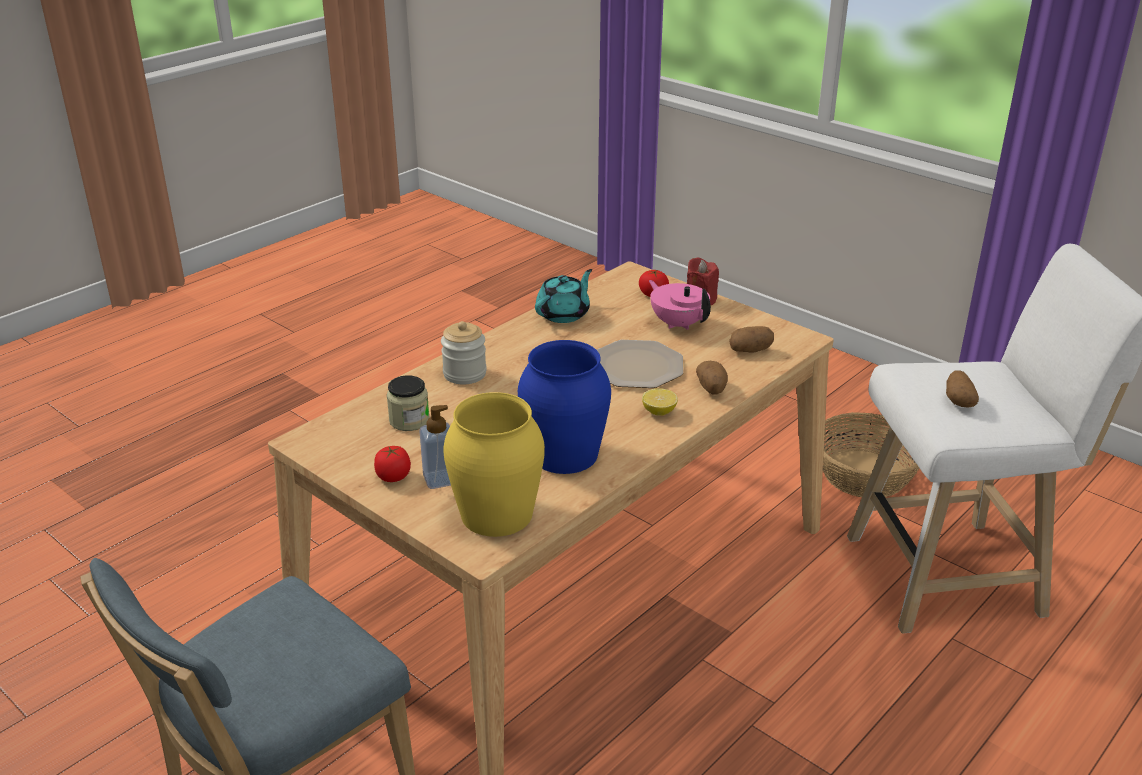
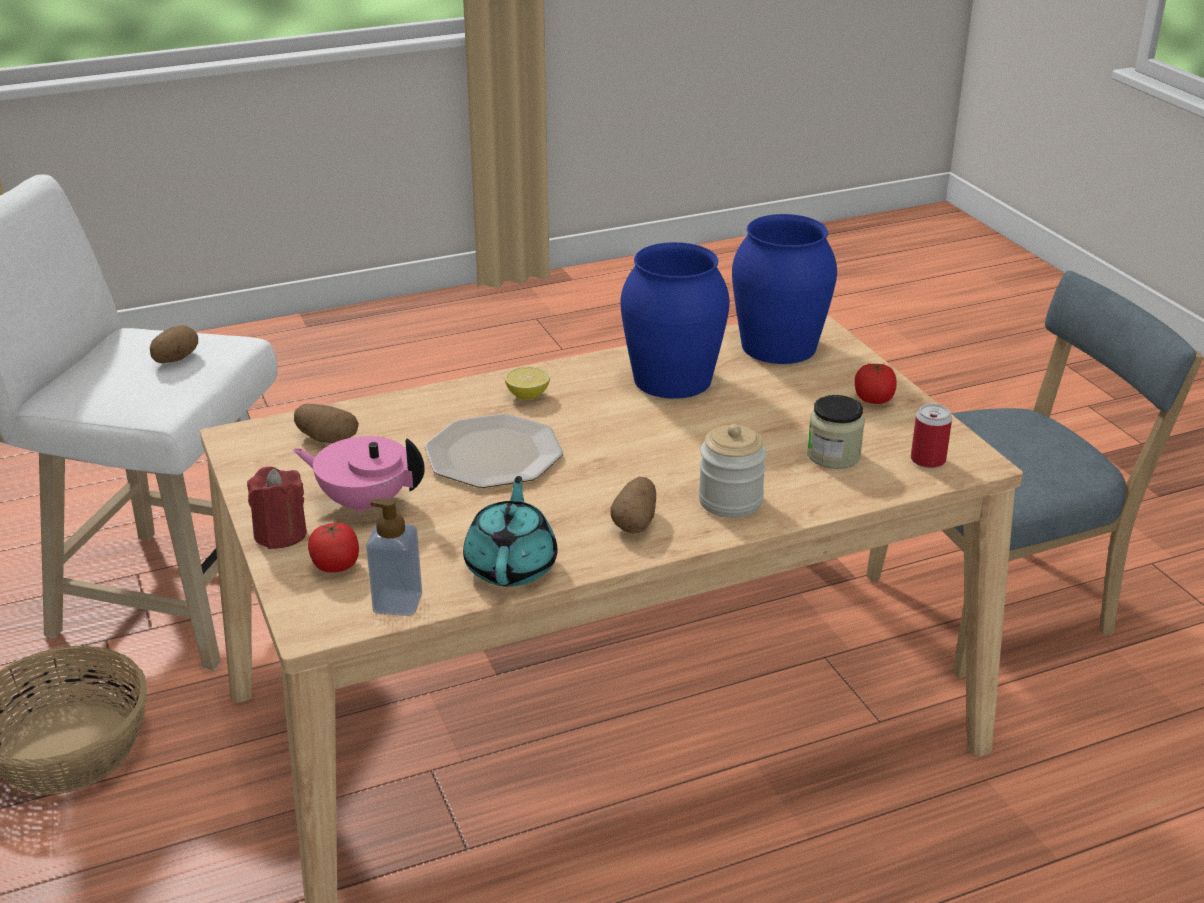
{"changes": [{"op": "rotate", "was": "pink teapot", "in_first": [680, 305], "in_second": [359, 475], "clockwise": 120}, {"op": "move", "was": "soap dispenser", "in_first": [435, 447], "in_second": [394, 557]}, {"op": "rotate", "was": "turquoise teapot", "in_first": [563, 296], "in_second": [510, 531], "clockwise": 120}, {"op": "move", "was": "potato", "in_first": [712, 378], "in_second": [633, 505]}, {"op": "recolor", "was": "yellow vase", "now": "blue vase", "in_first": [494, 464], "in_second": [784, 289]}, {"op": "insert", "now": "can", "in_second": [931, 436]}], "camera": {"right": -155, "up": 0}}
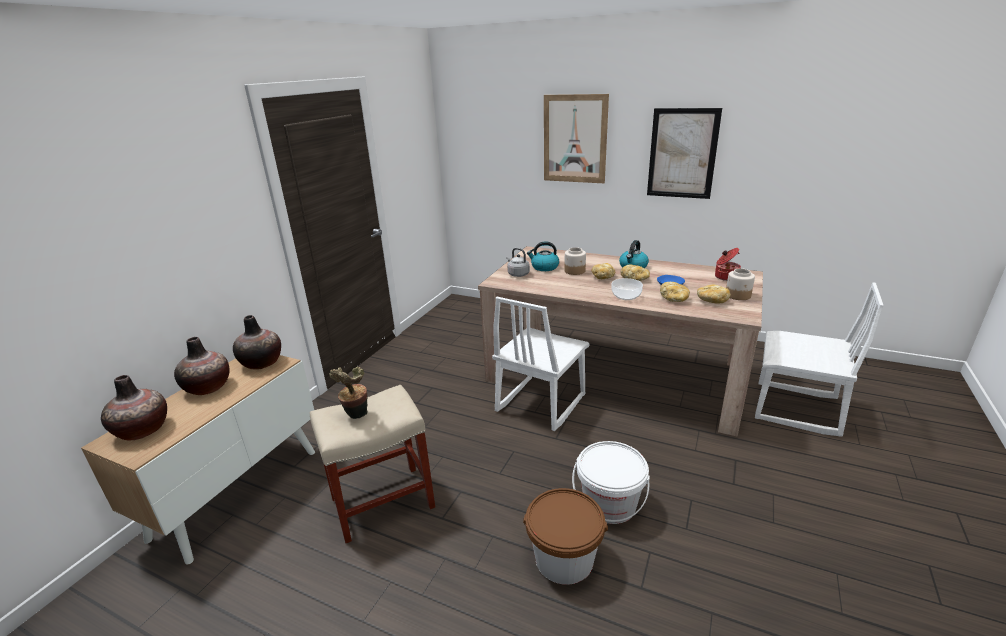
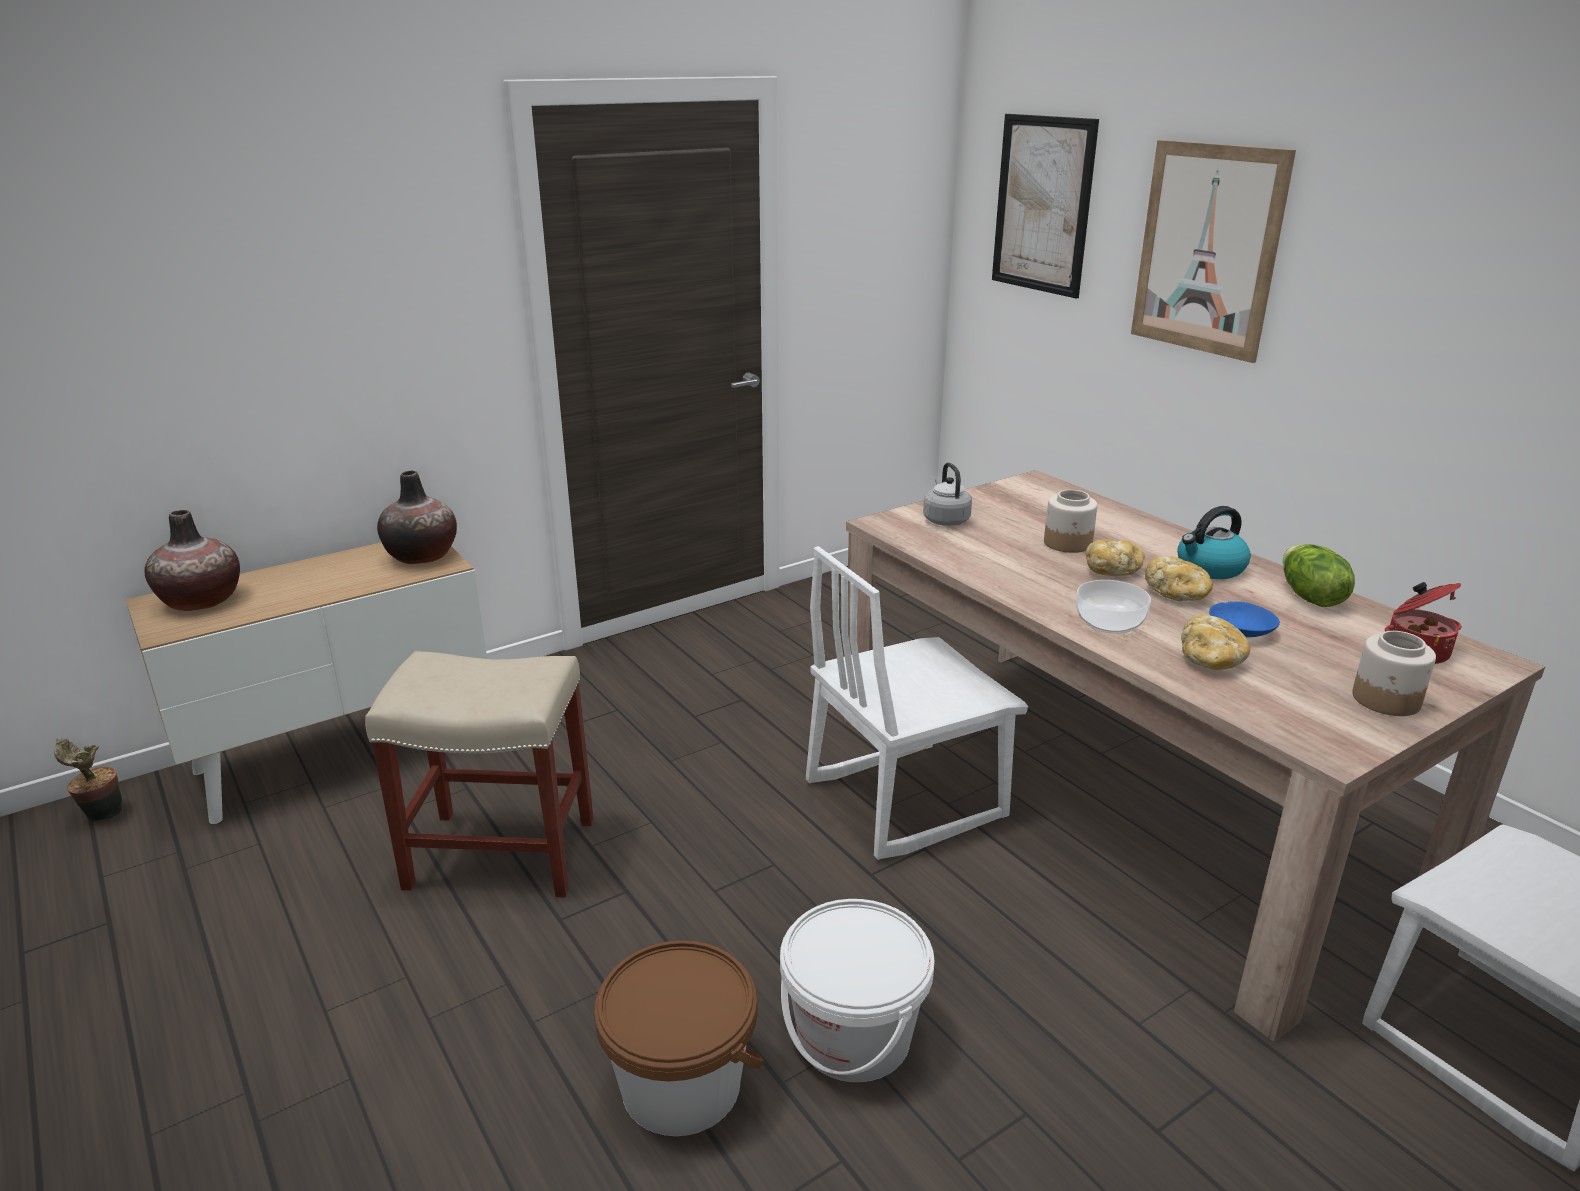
{"changes": [{"op": "move", "was": "potted plant", "in_first": [348, 393], "in_second": [88, 779]}, {"op": "move", "was": "picture", "in_first": [684, 153], "in_second": [1045, 206]}, {"op": "insert", "now": "lettuce", "in_second": [1319, 575]}, {"op": "delete", "was": "vase", "in_first": [202, 366]}, {"op": "delete", "was": "kettle", "in_first": [543, 256]}, {"op": "delete", "was": "bread", "in_first": [713, 294]}], "camera": {"right": 30, "up": 0}}
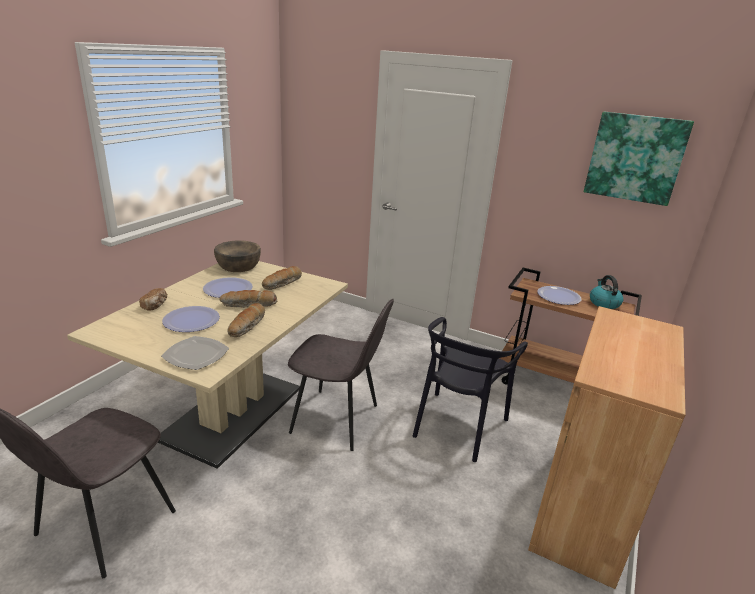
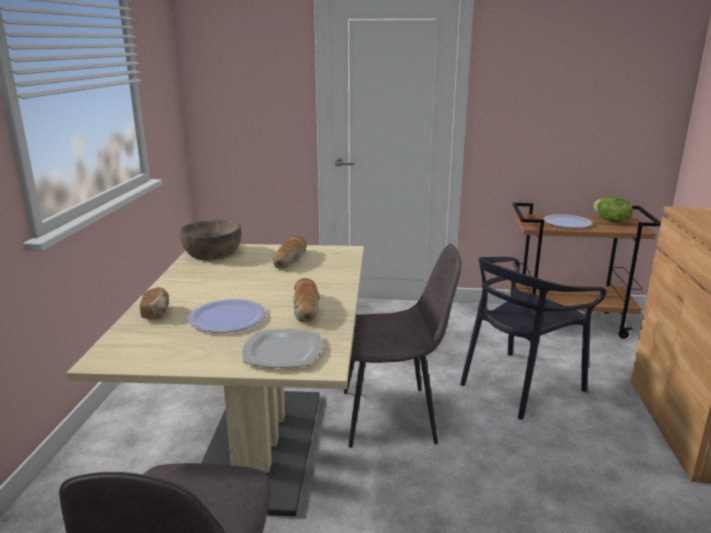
{"changes": [{"op": "rotate", "was": "black chair", "in_first": [470, 389], "in_second": [533, 338], "clockwise": 45}, {"op": "replace", "was": "kettle", "now": "lettuce", "in_first": [606, 292], "in_second": [613, 210]}, {"op": "delete", "was": "plate", "in_first": [228, 287]}, {"op": "delete", "was": "bread", "in_first": [248, 299]}, {"op": "delete", "was": "picture", "in_first": [639, 159]}], "camera": {"right": -20, "up": -5}}
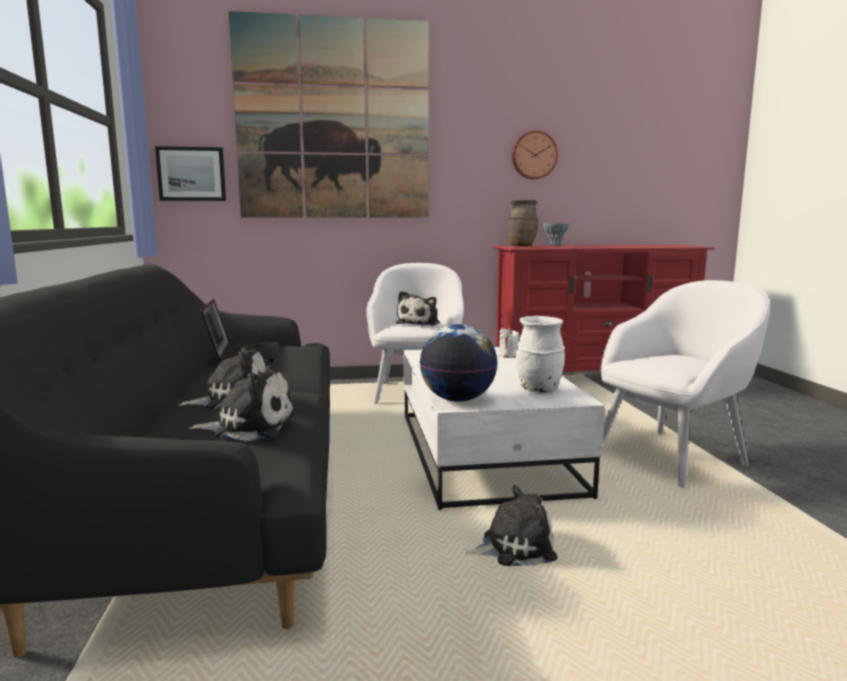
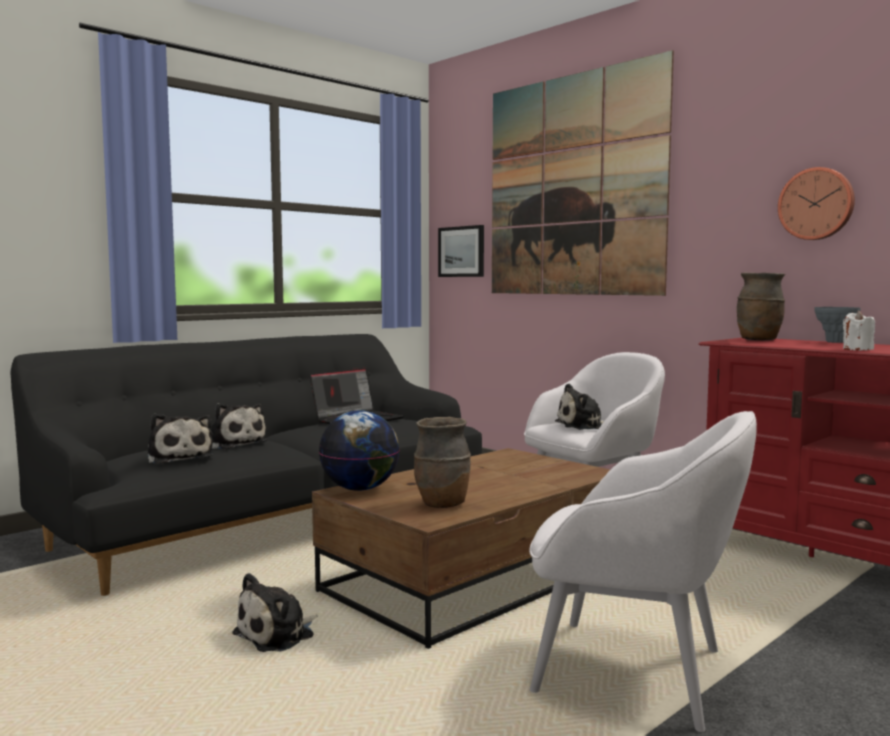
{"changes": [{"op": "rotate", "was": "plush toy", "in_first": [511, 525], "in_second": [275, 612], "clockwise": 90}, {"op": "recolor", "was": "white coffee table", "now": "brown coffee table", "in_first": [504, 428], "in_second": [461, 548]}, {"op": "recolor", "was": "white vase", "now": "brown vase", "in_first": [540, 354], "in_second": [442, 462]}, {"op": "move", "was": "white candle", "in_first": [509, 342], "in_second": [859, 330]}], "camera": {"right": 55, "up": -5}}
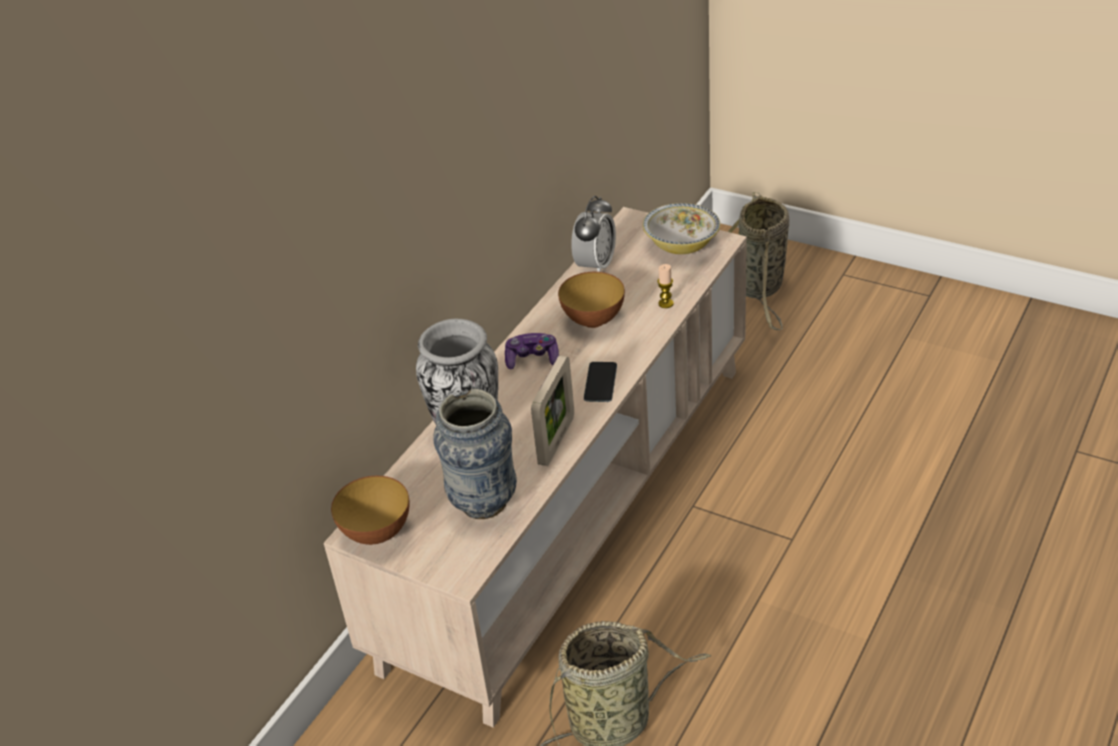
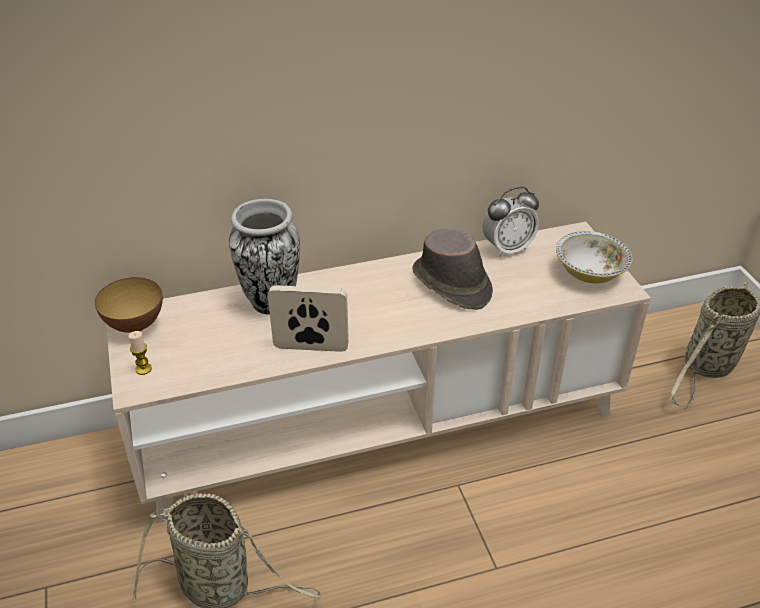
{"changes": [{"op": "move", "was": "candle", "in_first": [665, 286], "in_second": [140, 353]}, {"op": "rotate", "was": "picture frame", "in_first": [552, 410], "in_second": [308, 318], "clockwise": -150}, {"op": "replace", "was": "bowl", "now": "brown hat", "in_first": [591, 300], "in_second": [452, 269]}, {"op": "delete", "was": "vase", "in_first": [475, 454]}, {"op": "delete", "was": "game controller", "in_first": [532, 351]}, {"op": "delete", "was": "phone", "in_first": [600, 382]}], "camera": {"right": 40, "up": 0}}
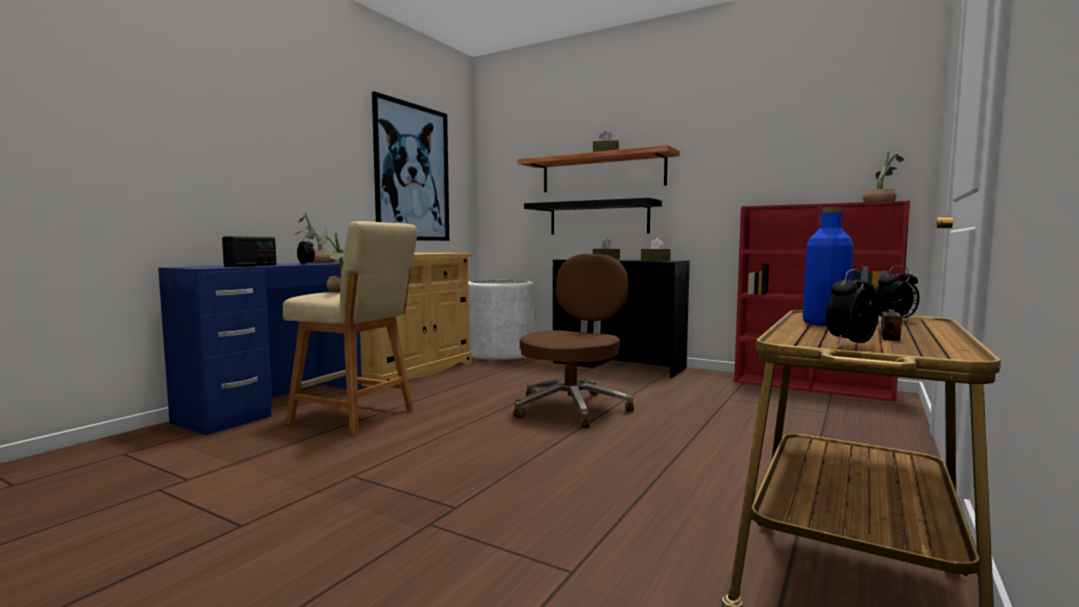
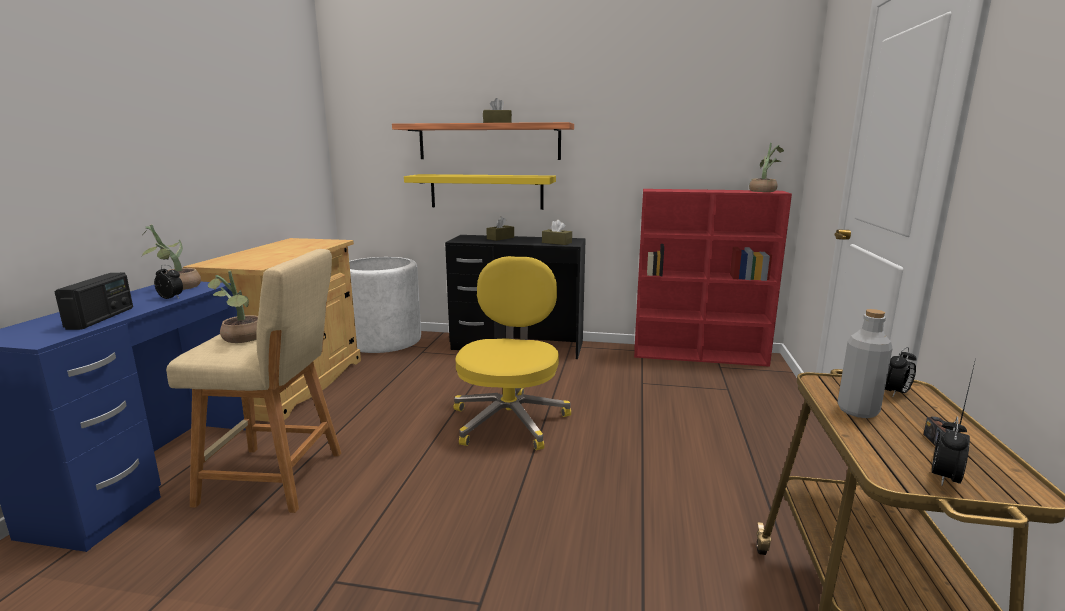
{"changes": [{"op": "recolor", "was": "black shelf", "now": "yellow shelf", "in_first": [593, 216], "in_second": [480, 192]}, {"op": "recolor", "was": "brown office chair", "now": "yellow office chair", "in_first": [573, 341], "in_second": [512, 353]}, {"op": "recolor", "was": "blue bottle", "now": "grey bottle", "in_first": [828, 266], "in_second": [865, 363]}, {"op": "delete", "was": "picture", "in_first": [410, 166]}], "camera": {"right": -20, "up": 10}}
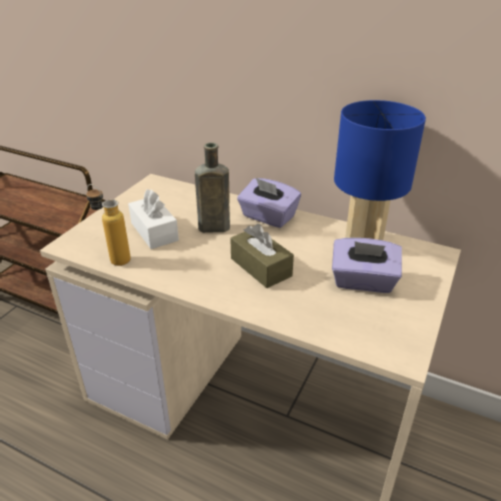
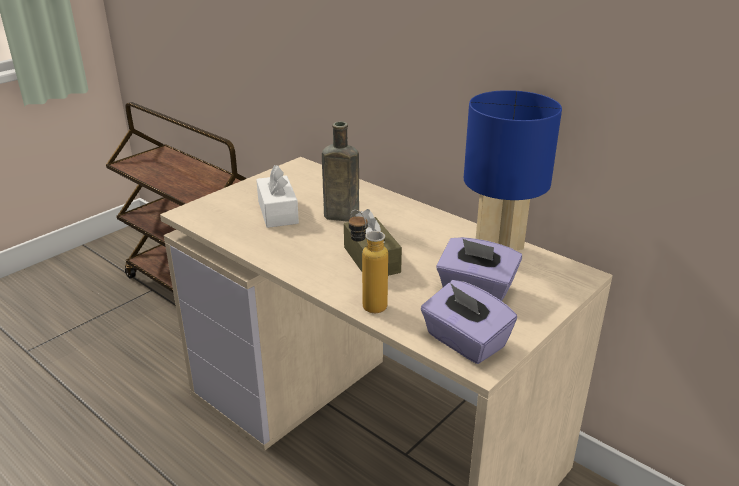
{"changes": [{"op": "move", "was": "bottle", "in_first": [108, 225], "in_second": [368, 261]}, {"op": "move", "was": "purple tissue box", "in_first": [269, 203], "in_second": [469, 322]}], "camera": {"right": 15, "up": -5}}
